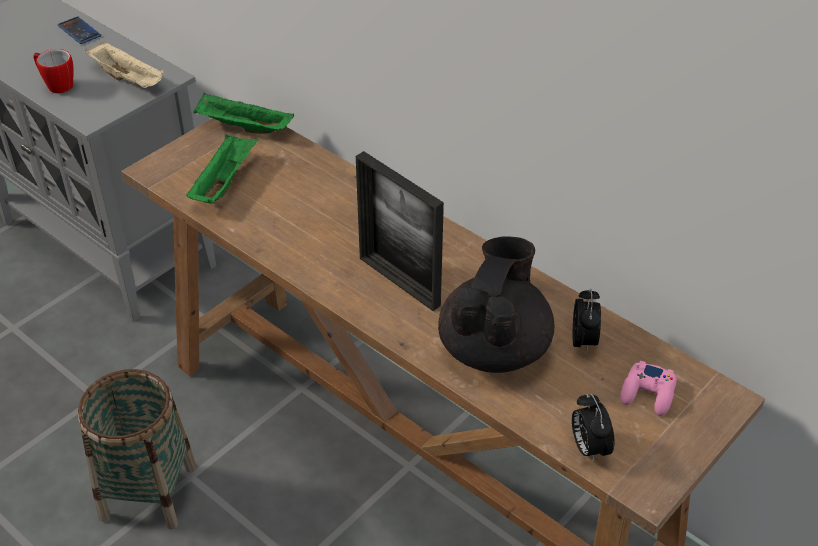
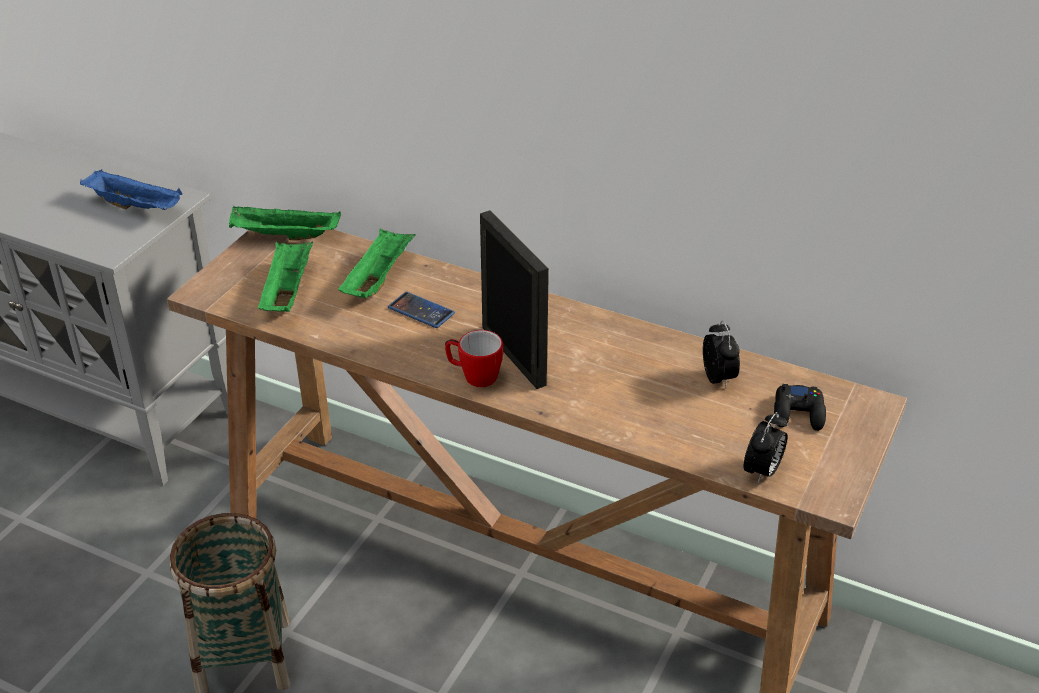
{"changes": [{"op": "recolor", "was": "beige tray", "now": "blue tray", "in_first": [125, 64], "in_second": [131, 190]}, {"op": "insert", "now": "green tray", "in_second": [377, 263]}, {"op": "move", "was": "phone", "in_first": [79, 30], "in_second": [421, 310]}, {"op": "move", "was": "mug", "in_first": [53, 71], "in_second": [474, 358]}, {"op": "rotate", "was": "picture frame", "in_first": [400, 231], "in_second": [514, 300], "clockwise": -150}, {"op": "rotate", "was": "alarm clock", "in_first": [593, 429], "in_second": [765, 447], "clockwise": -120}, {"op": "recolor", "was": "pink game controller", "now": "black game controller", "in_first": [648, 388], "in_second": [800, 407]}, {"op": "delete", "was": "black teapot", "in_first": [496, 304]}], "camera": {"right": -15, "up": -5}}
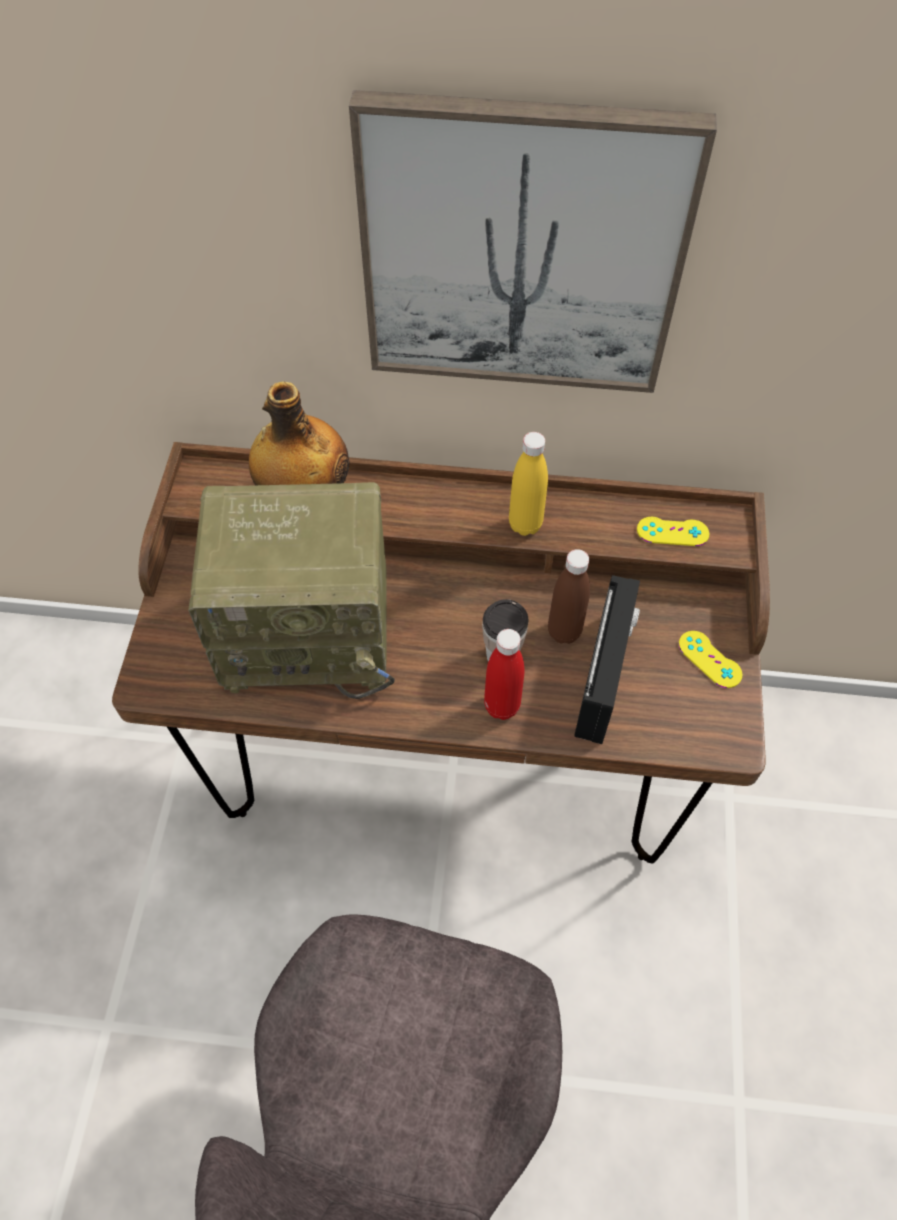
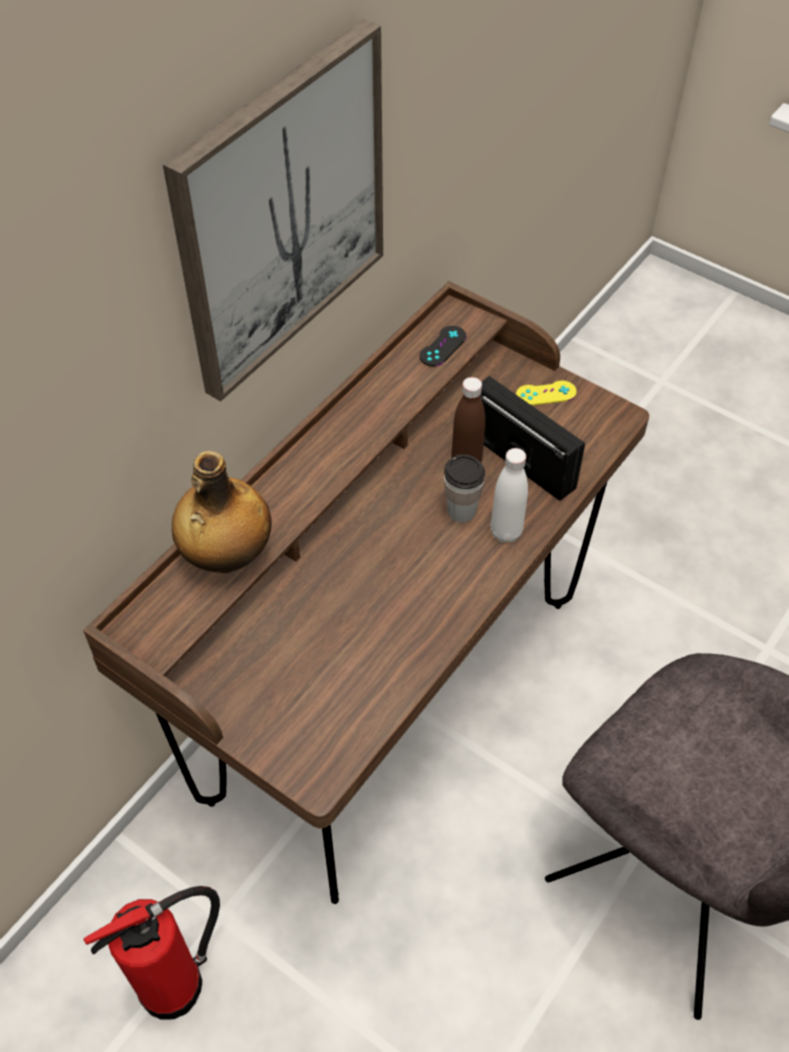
{"changes": [{"op": "insert", "now": "fire extinguisher", "in_second": [152, 953]}, {"op": "recolor", "was": "yellow game controller", "now": "black game controller", "in_first": [673, 531], "in_second": [443, 346]}, {"op": "recolor", "was": "red bottle", "now": "white bottle", "in_first": [504, 674], "in_second": [509, 495]}, {"op": "delete", "was": "radio", "in_first": [291, 590]}, {"op": "delete", "was": "yellow bottle", "in_first": [528, 484]}], "camera": {"right": -60, "up": -5}}
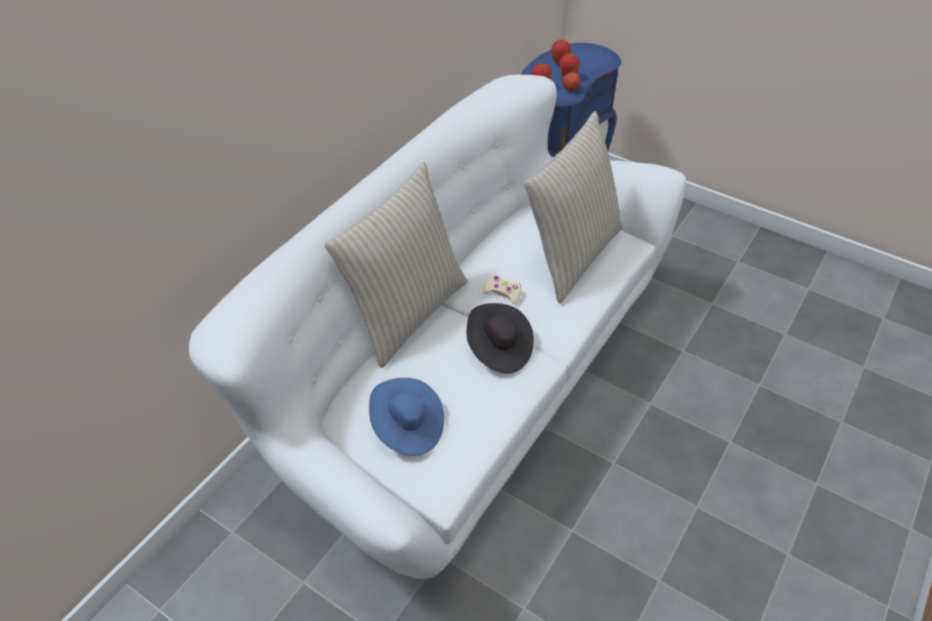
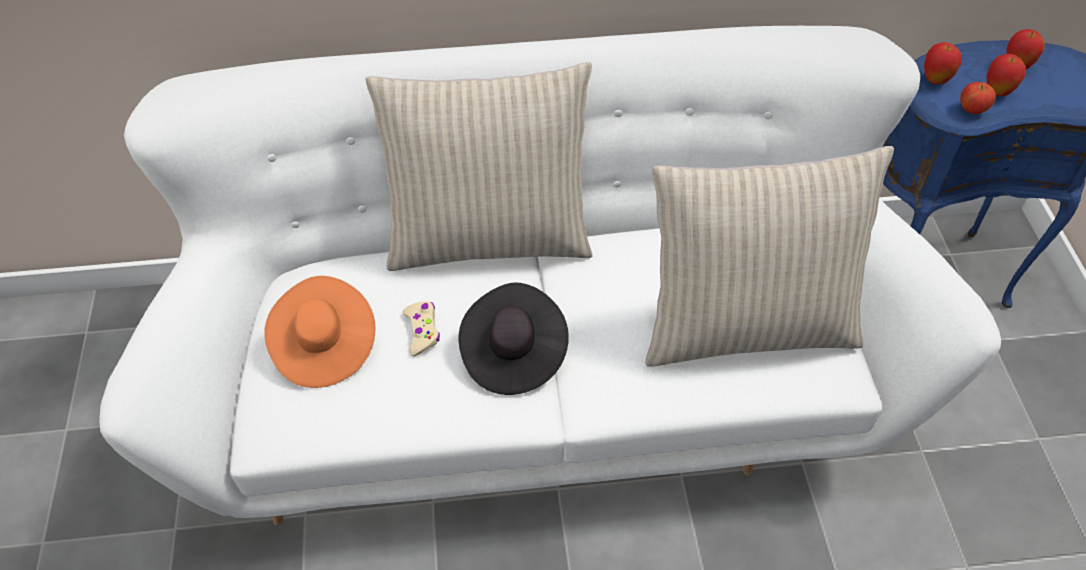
{"changes": [{"op": "recolor", "was": "blue hat", "now": "orange hat", "in_first": [406, 417], "in_second": [319, 332]}, {"op": "move", "was": "beige game controller", "in_first": [502, 289], "in_second": [421, 328]}], "camera": {"right": 50, "up": 5}}
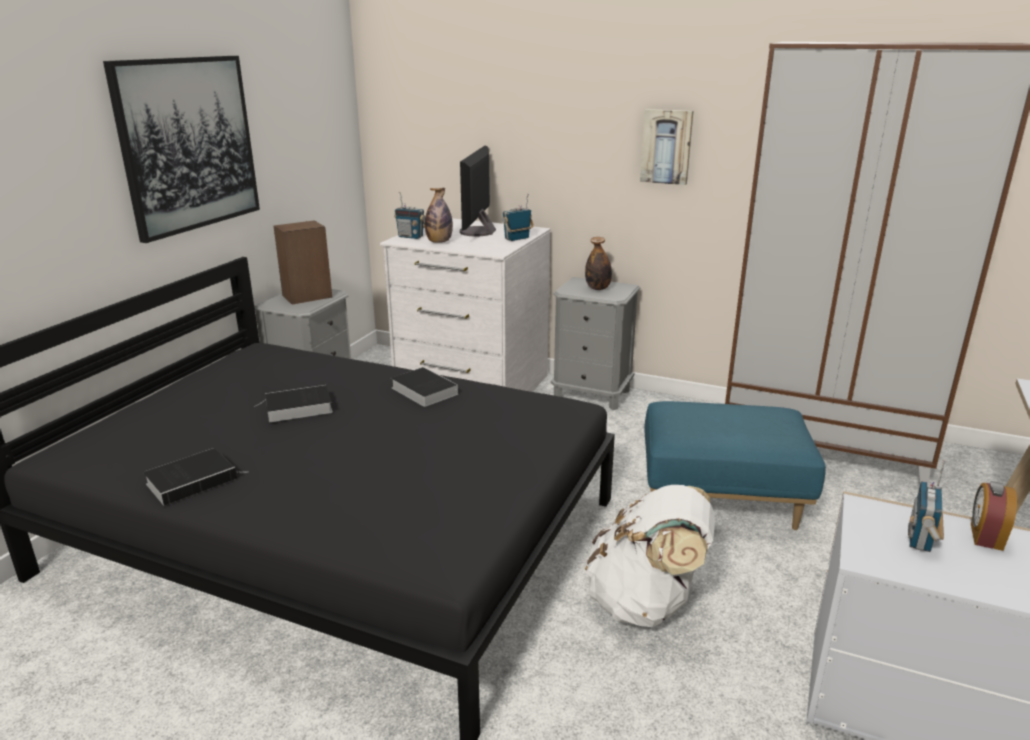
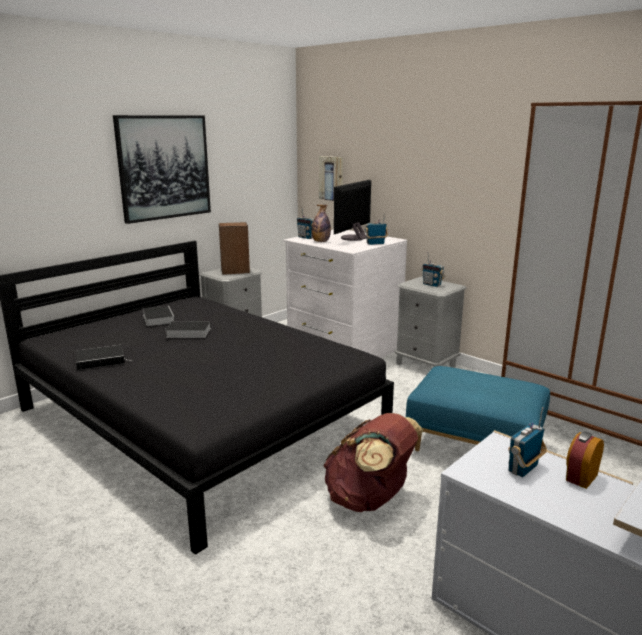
{"changes": [{"op": "move", "was": "book", "in_first": [425, 387], "in_second": [158, 316]}, {"op": "move", "was": "picture", "in_first": [666, 147], "in_second": [331, 178]}, {"op": "recolor", "was": "white backpack", "now": "brown backpack", "in_first": [650, 556], "in_second": [373, 462]}, {"op": "replace", "was": "bottle", "now": "radio", "in_first": [598, 263], "in_second": [433, 269]}], "camera": {"right": 20, "up": -5}}
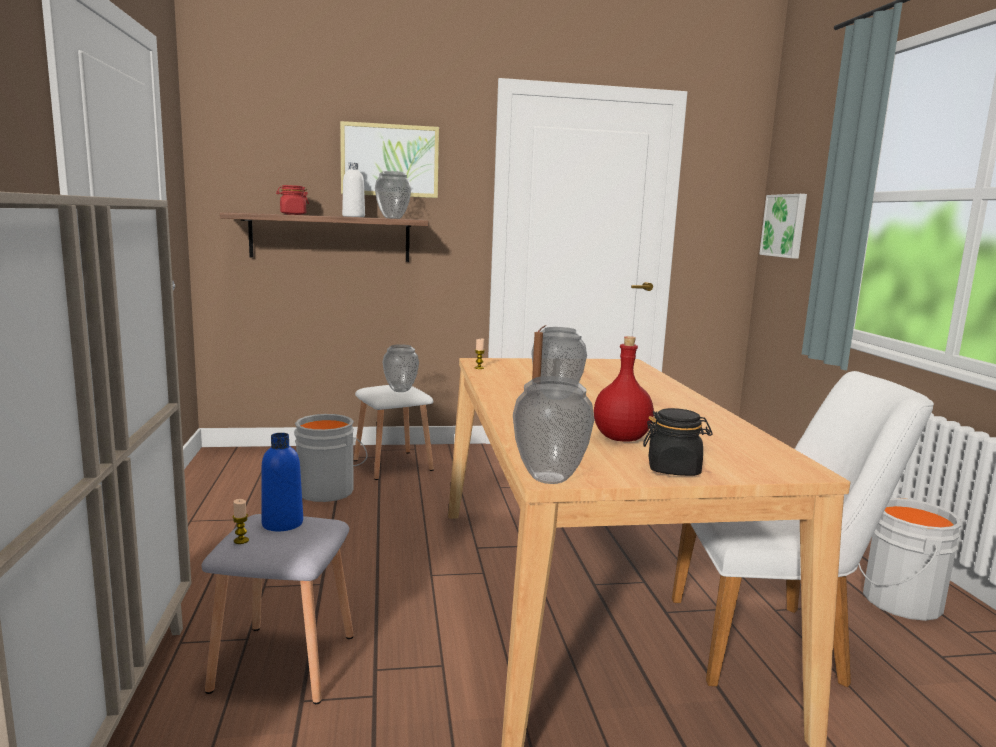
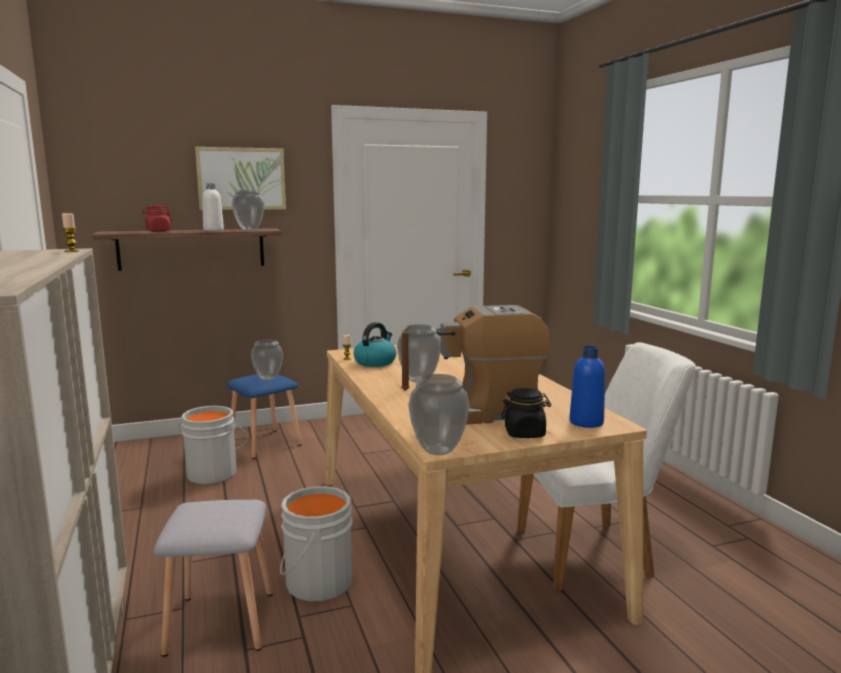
{"changes": [{"op": "move", "was": "candle", "in_first": [241, 521], "in_second": [70, 232]}, {"op": "recolor", "was": "white stool", "now": "blue stool", "in_first": [393, 432], "in_second": [264, 416]}, {"op": "move", "was": "grey bucket", "in_first": [910, 559], "in_second": [316, 544]}, {"op": "insert", "now": "kettle", "in_second": [375, 344]}, {"op": "replace", "was": "red bottle", "now": "coffee machine", "in_first": [624, 388], "in_second": [493, 364]}, {"op": "move", "was": "blue bottle", "in_first": [282, 482], "in_second": [587, 387]}, {"op": "delete", "was": "picture", "in_first": [783, 226]}], "camera": {"right": -10, "up": 0}}
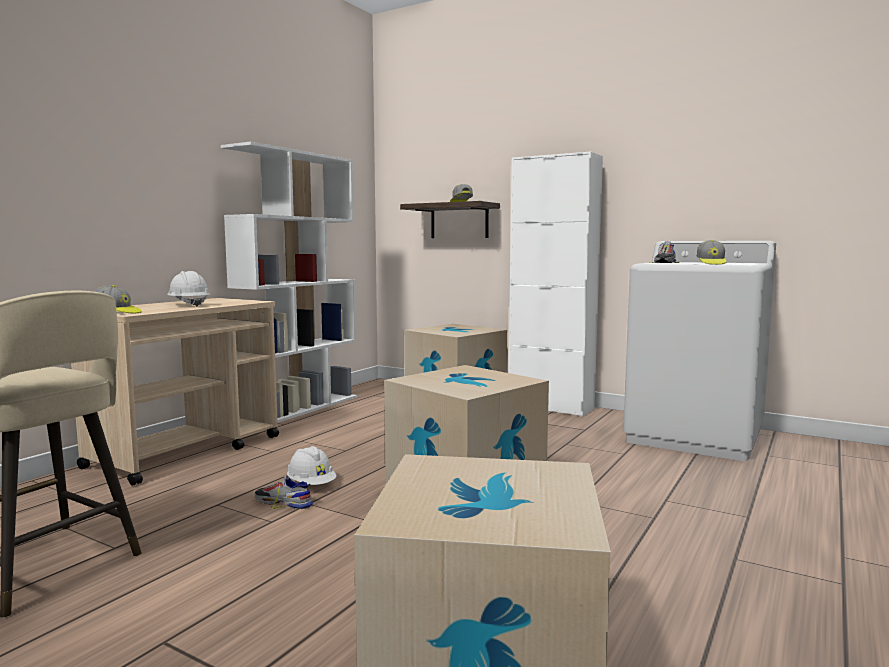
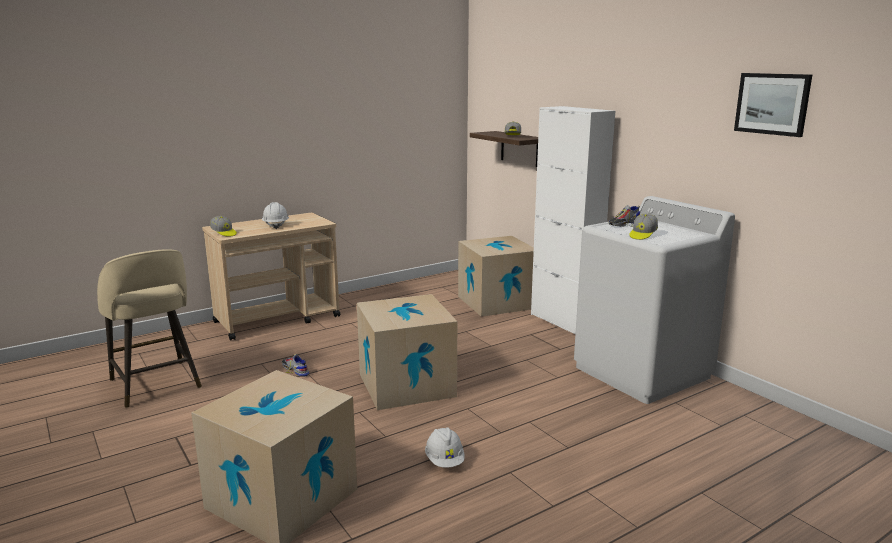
{"changes": [{"op": "move", "was": "white hard hat", "in_first": [312, 465], "in_second": [445, 447]}, {"op": "insert", "now": "picture", "in_second": [773, 105]}, {"op": "delete", "was": "white bookcase", "in_first": [289, 282]}], "camera": {"right": 25, "up": 10}}
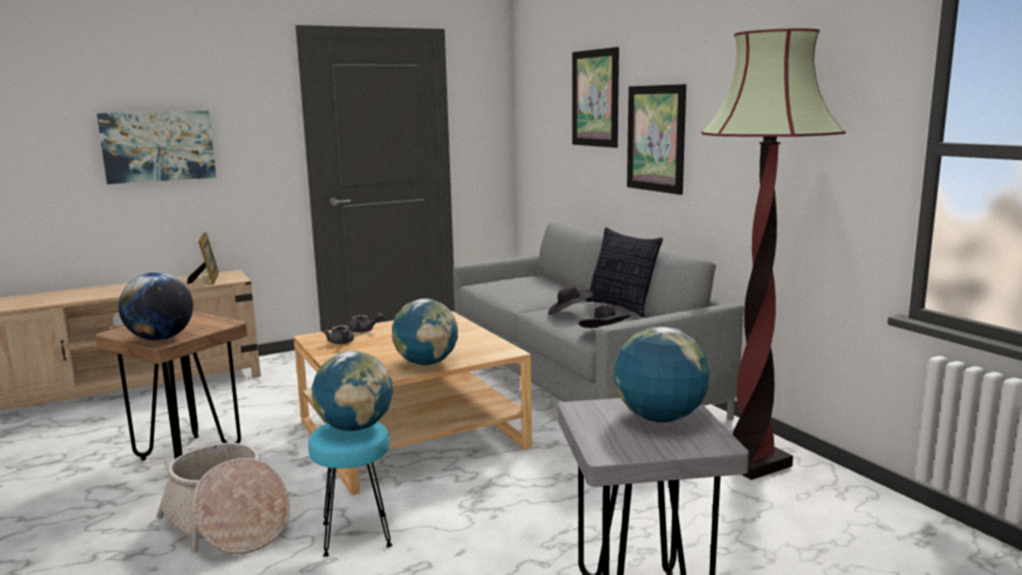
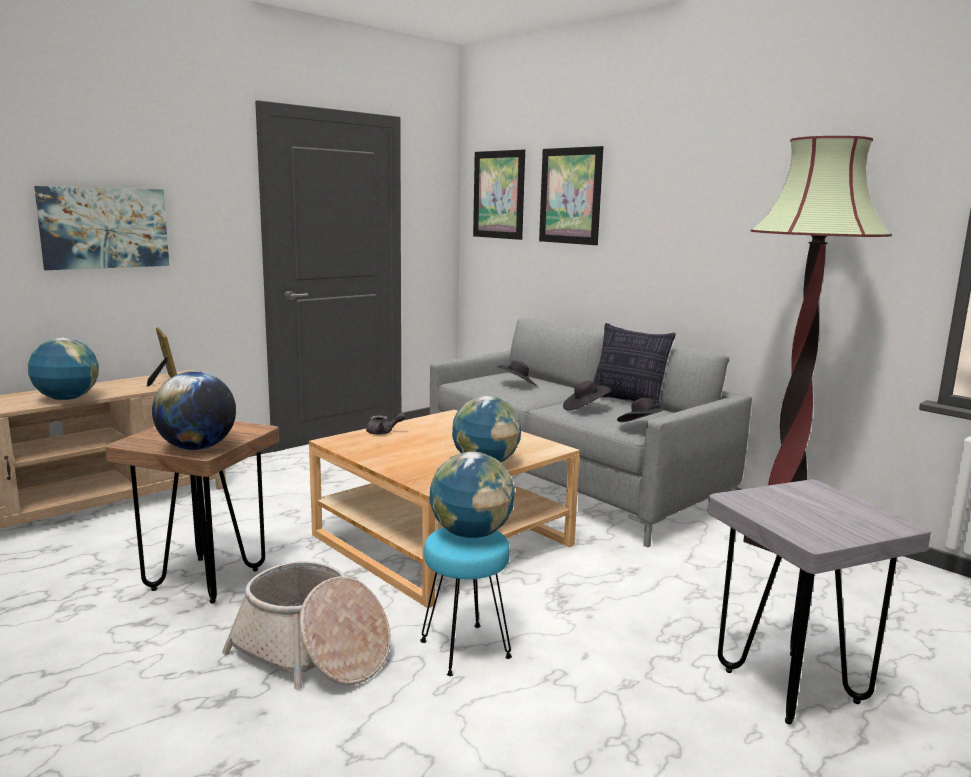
{"changes": [{"op": "move", "was": "globe", "in_first": [662, 374], "in_second": [63, 369]}, {"op": "move", "was": "picture", "in_first": [656, 139], "in_second": [499, 194]}, {"op": "insert", "now": "black hat", "in_second": [517, 373]}, {"op": "delete", "was": "grey teapot", "in_first": [338, 334]}], "camera": {"right": -15, "up": 0}}
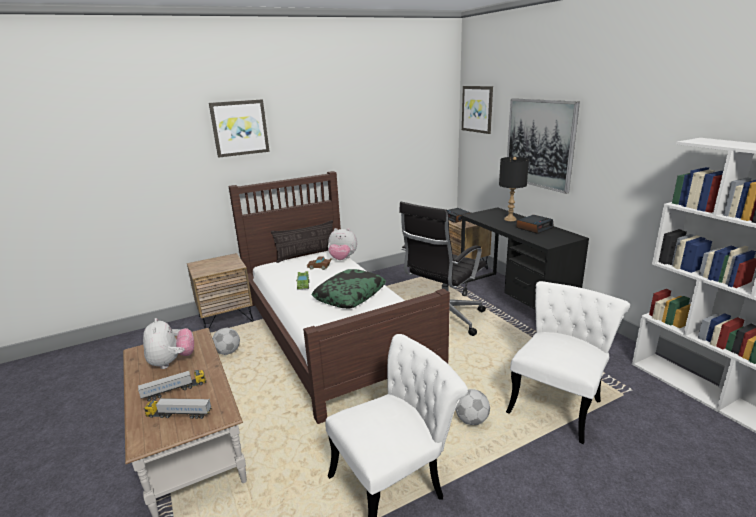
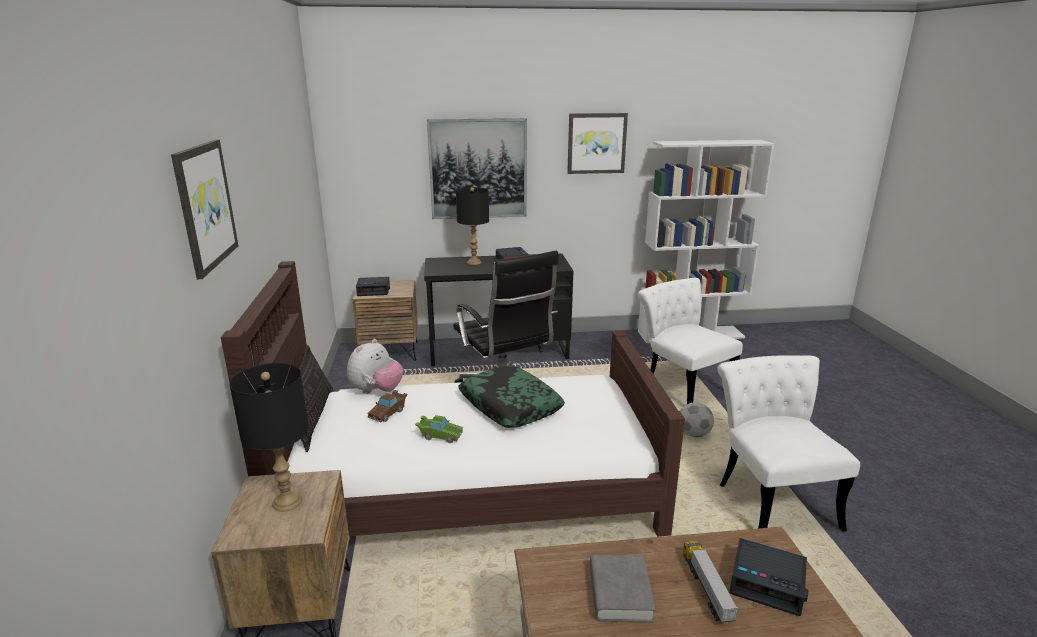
{"changes": [{"op": "insert", "now": "black table lamp", "in_second": [269, 437]}, {"op": "move", "was": "picture", "in_first": [477, 110], "in_second": [597, 143]}, {"op": "replace", "was": "plush toy", "now": "grey book", "in_first": [168, 343], "in_second": [622, 589]}, {"op": "replace", "was": "toy truck", "now": "alarm clock", "in_first": [178, 408], "in_second": [768, 577]}, {"op": "delete", "was": "football", "in_first": [226, 341]}], "camera": {"right": -70, "up": 0}}
